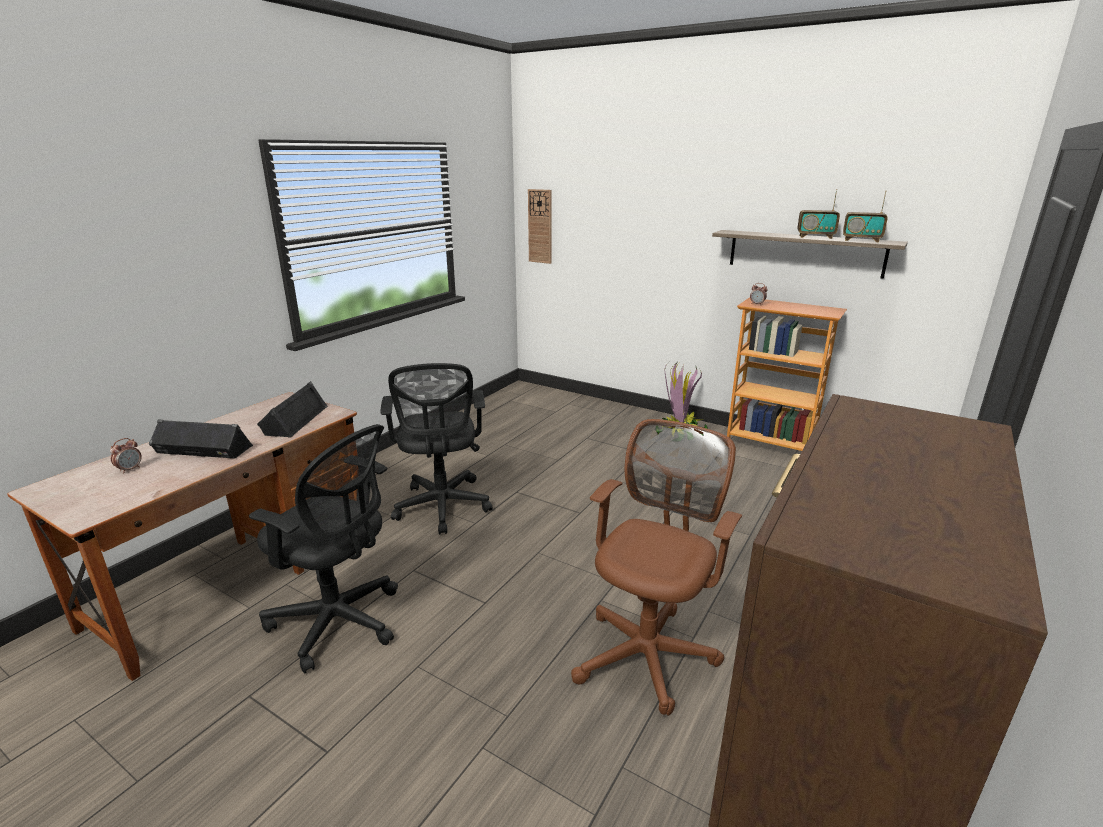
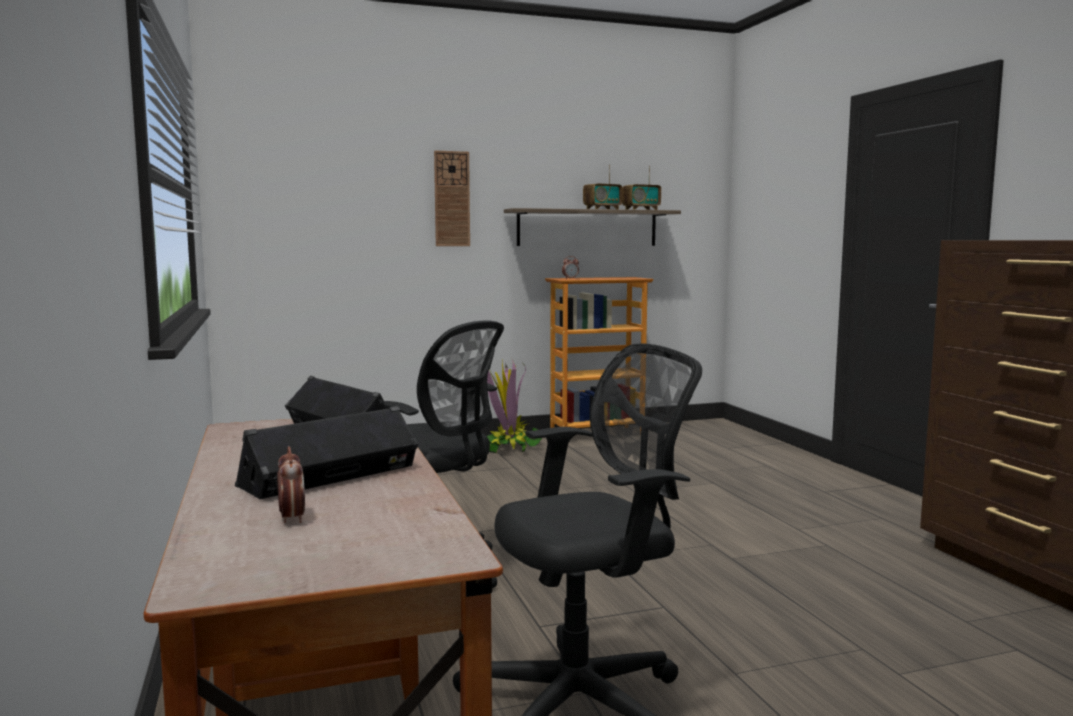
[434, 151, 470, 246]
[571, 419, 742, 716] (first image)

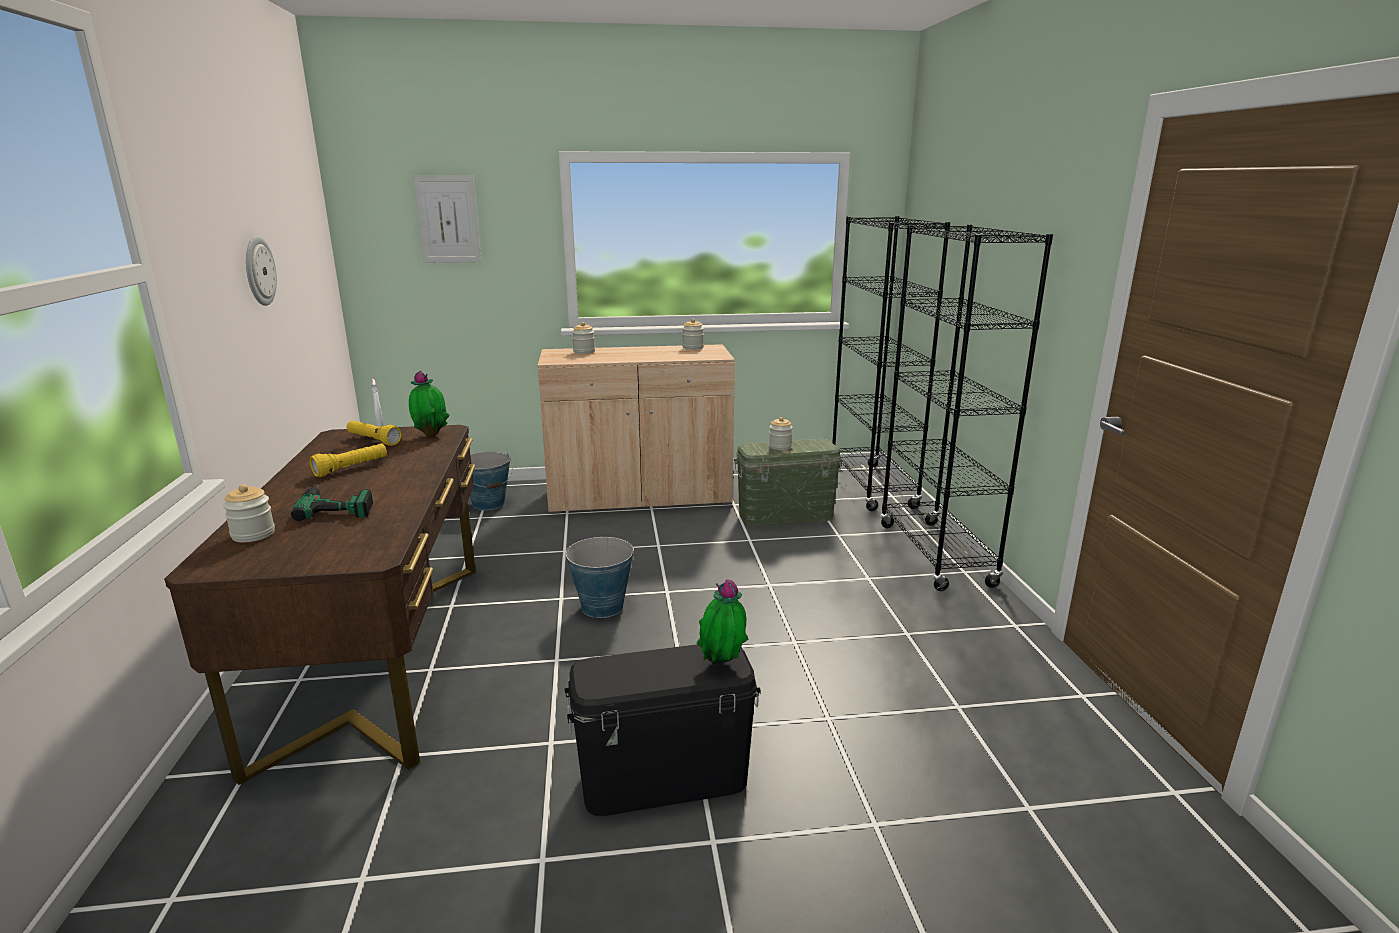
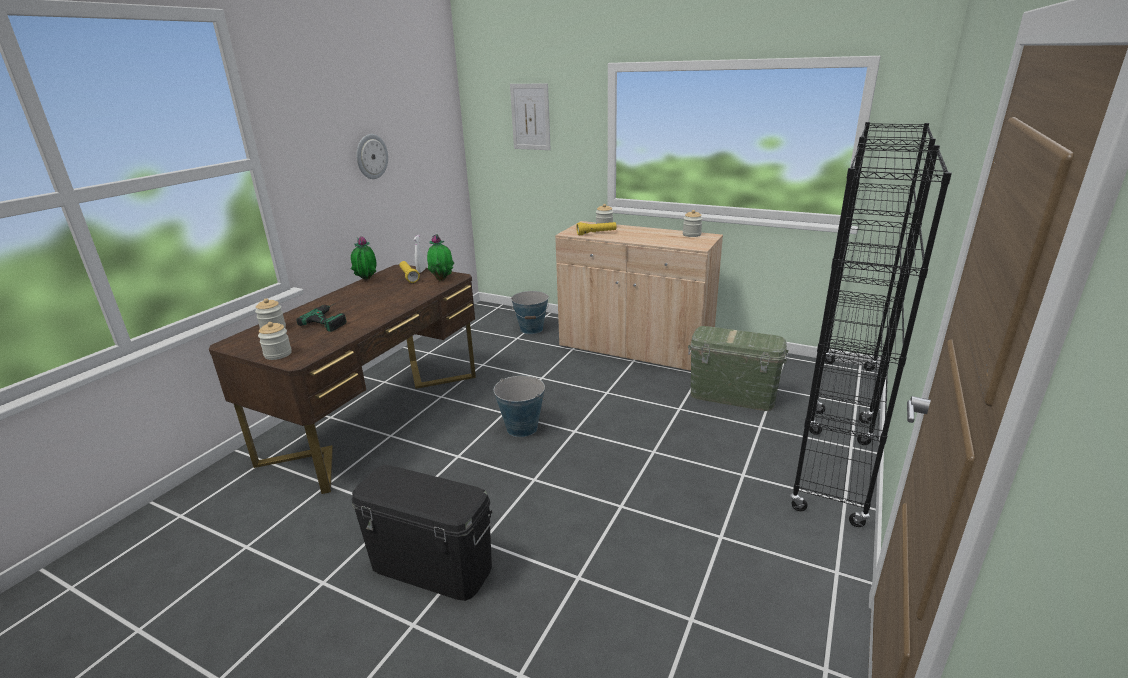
[258, 322, 292, 360]
[351, 236, 376, 280]
[576, 222, 617, 235]

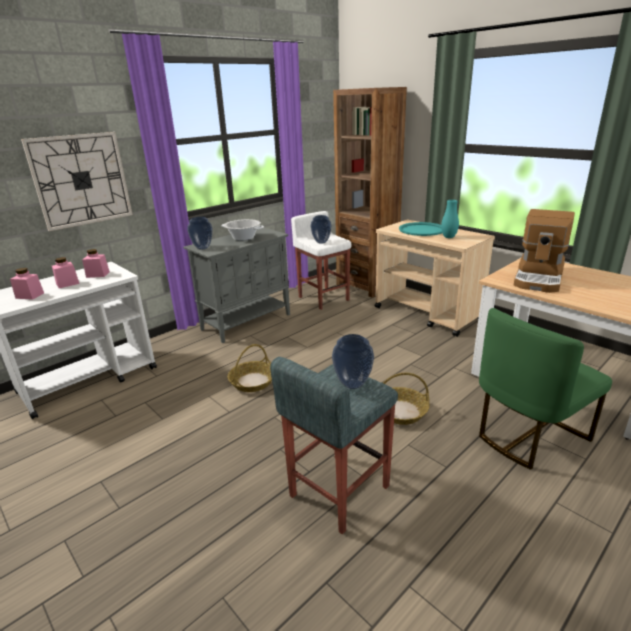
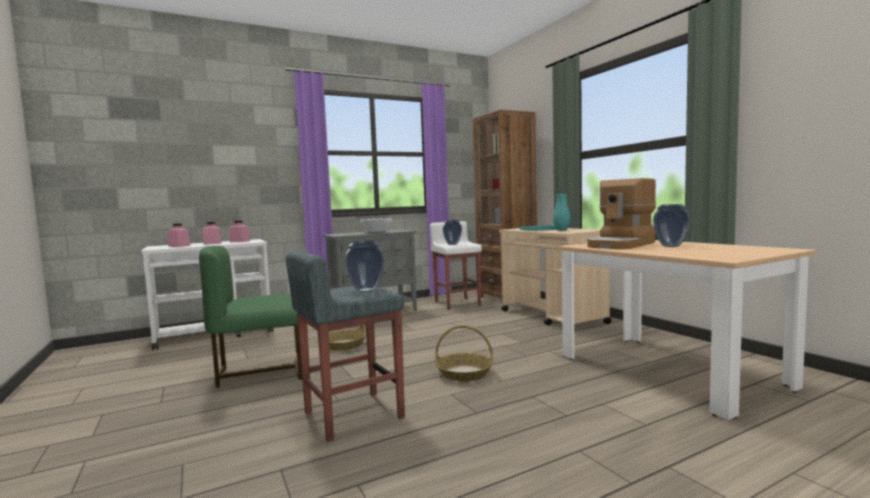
[199, 246, 302, 388]
[653, 204, 691, 247]
[21, 132, 133, 231] (first image)

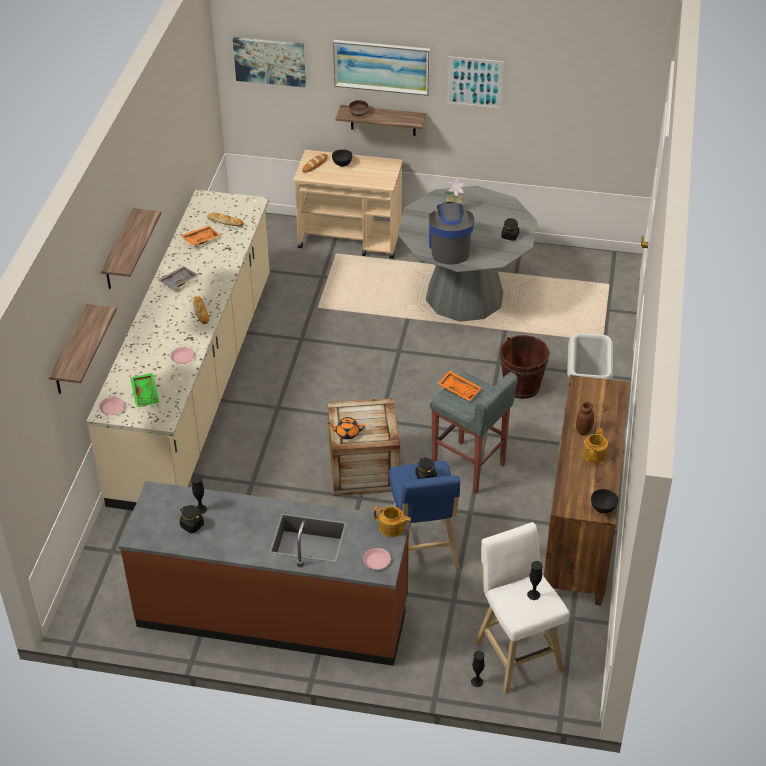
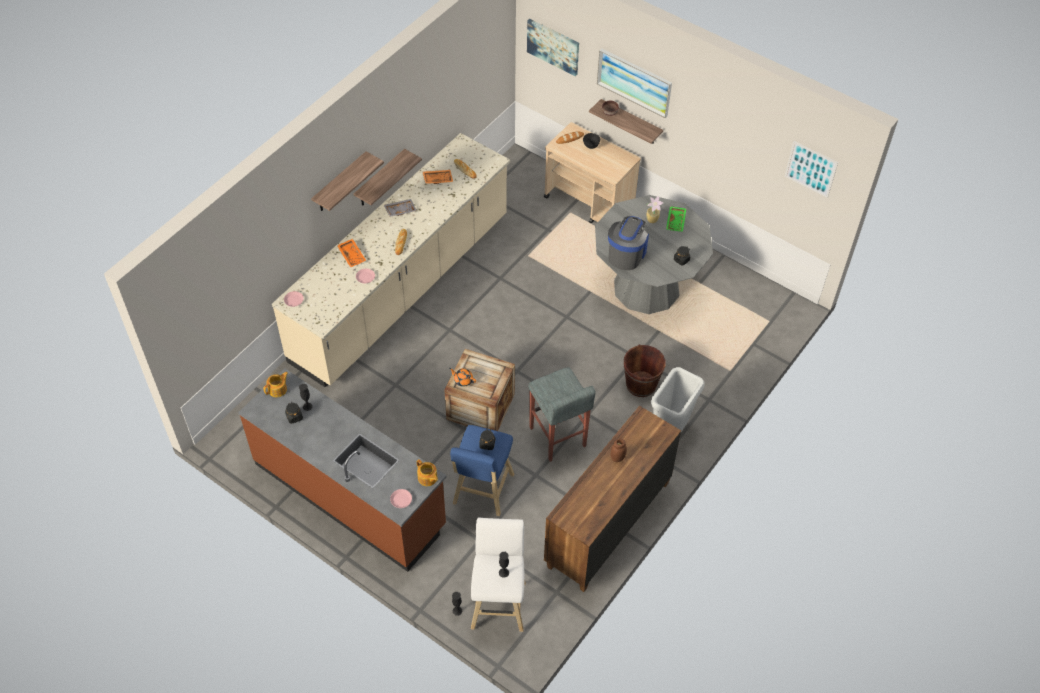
[263, 372, 288, 397]
[337, 239, 366, 267]
[354, 149, 422, 206]
[666, 206, 687, 232]
[785, 141, 838, 198]
[591, 489, 619, 514] (first image)

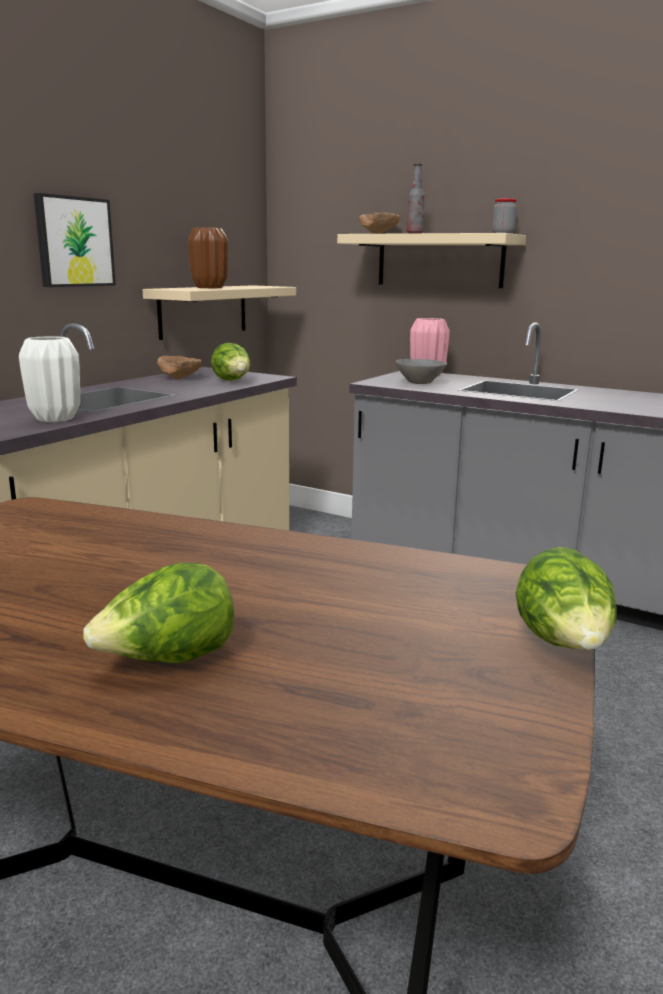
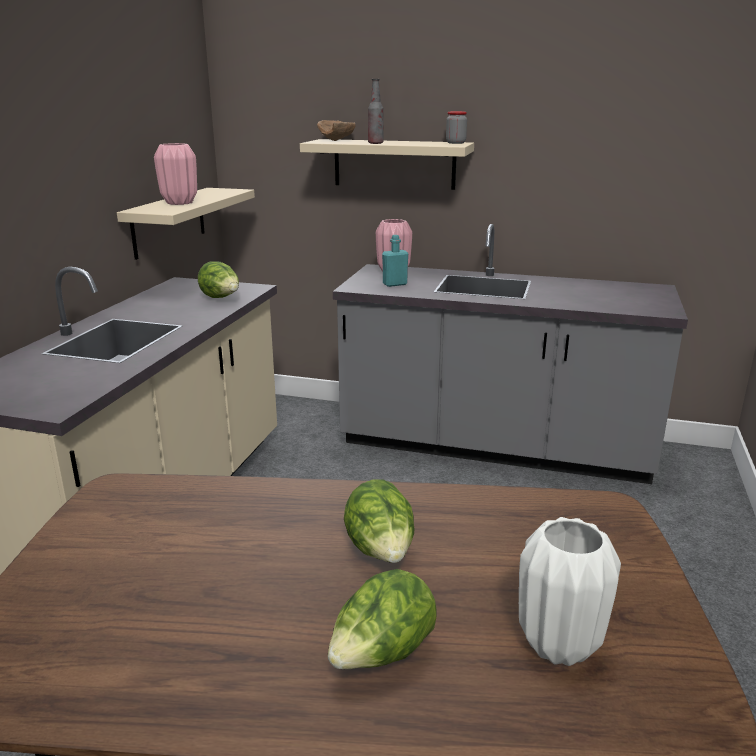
[154, 143, 197, 205]
[344, 480, 414, 563]
[382, 235, 408, 287]
[519, 517, 621, 666]
[34, 193, 116, 287] (first image)
[157, 356, 201, 380] (first image)

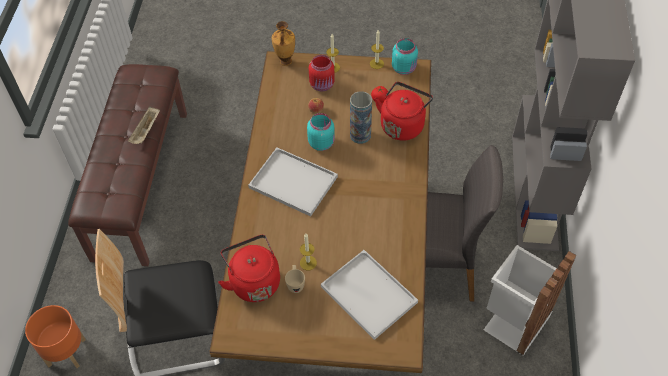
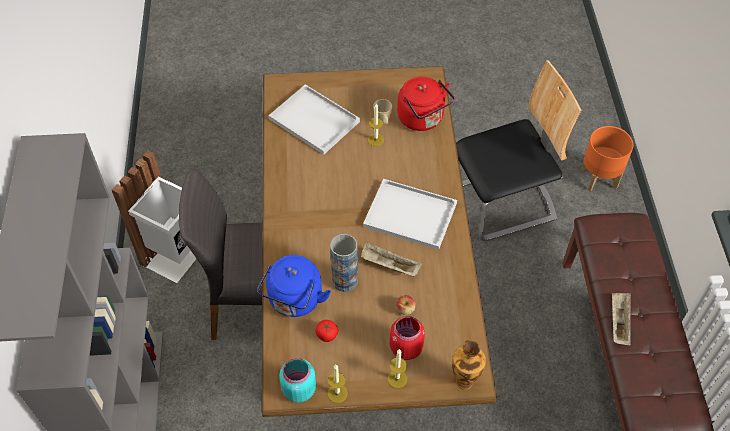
[257, 255, 331, 317]
[361, 242, 422, 276]

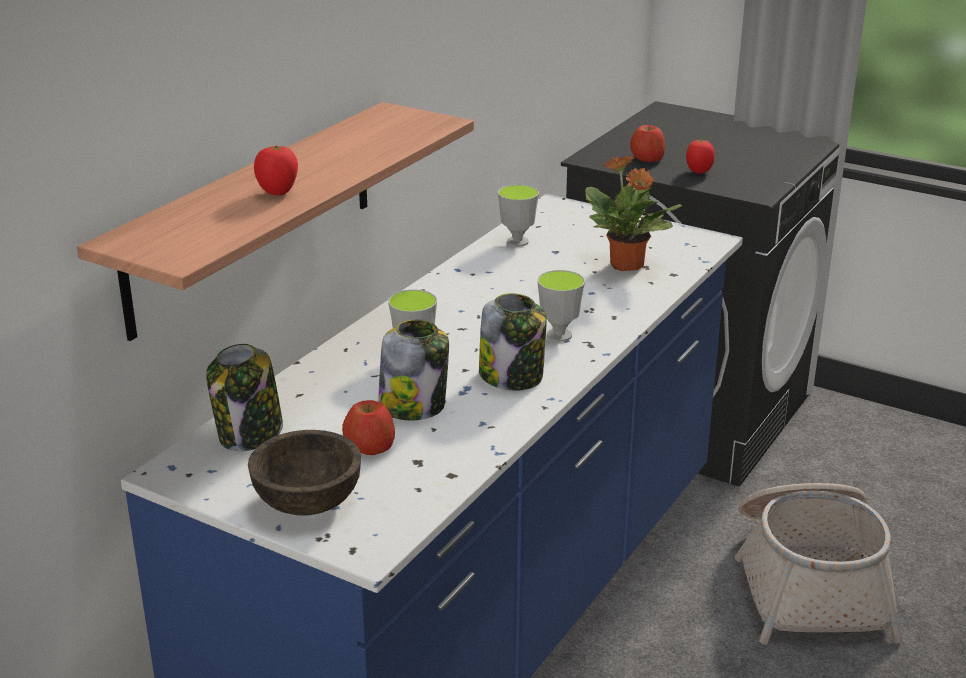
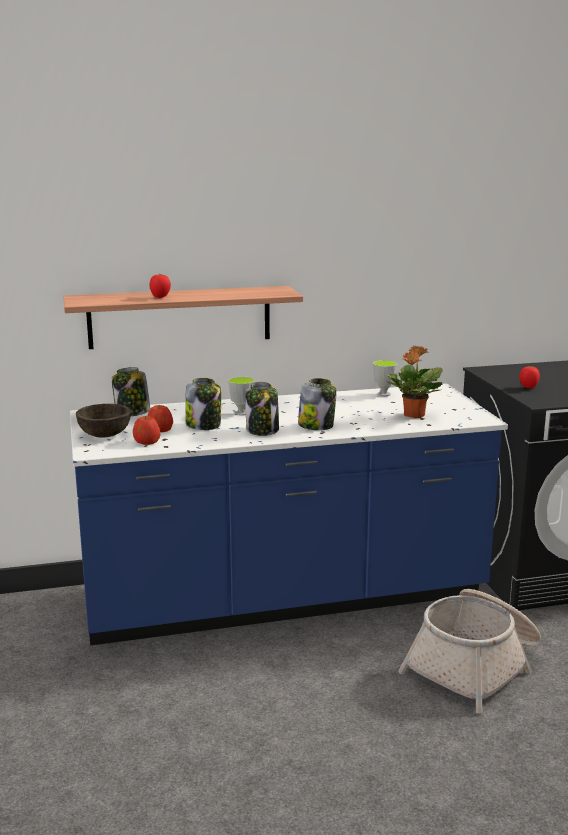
[133, 416, 160, 445]
[298, 378, 337, 430]

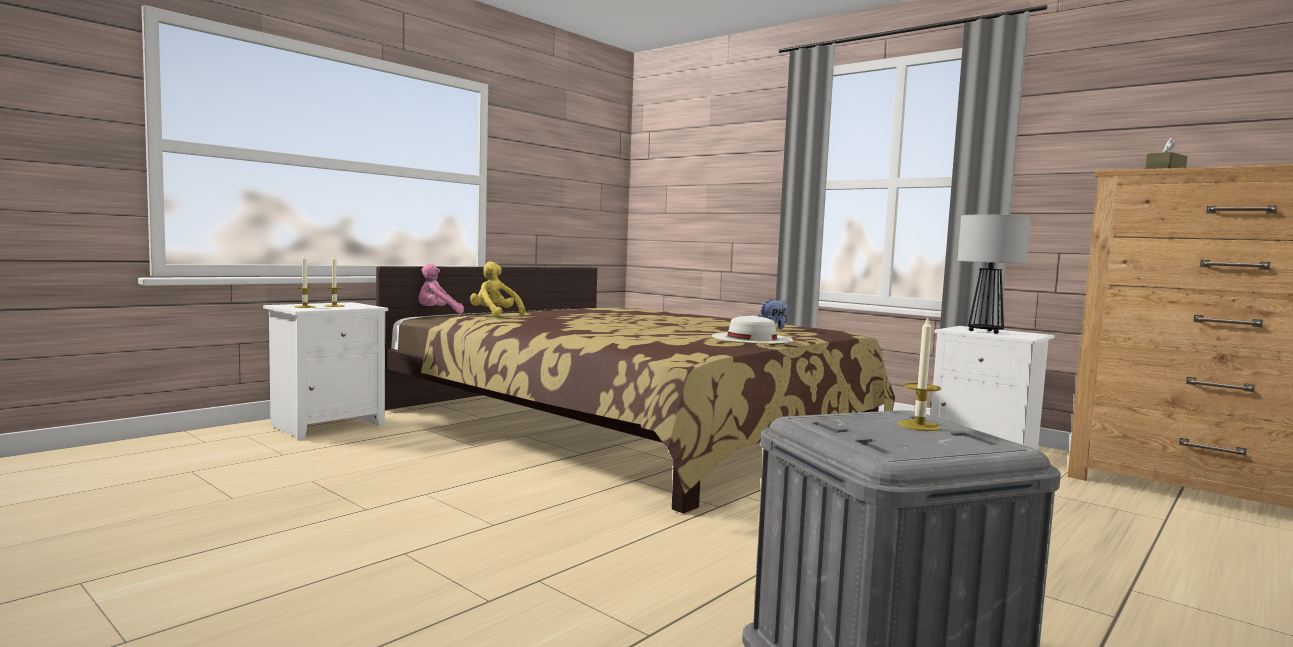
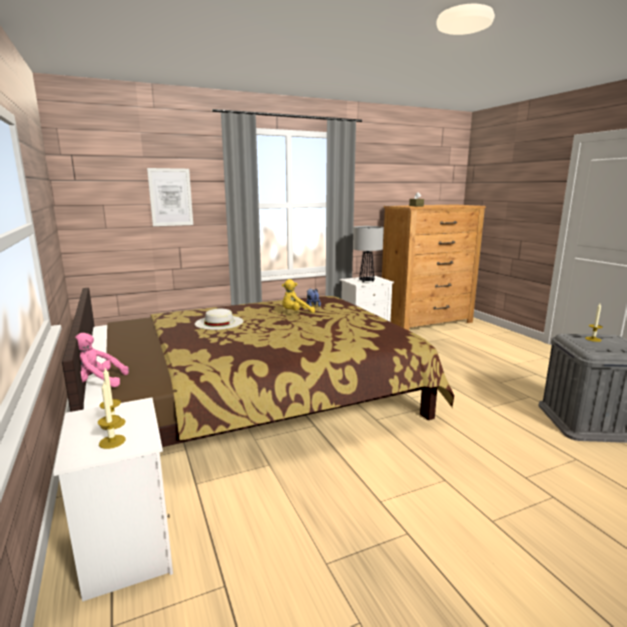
[75, 333, 129, 387]
[147, 168, 193, 226]
[195, 309, 243, 330]
[282, 279, 315, 313]

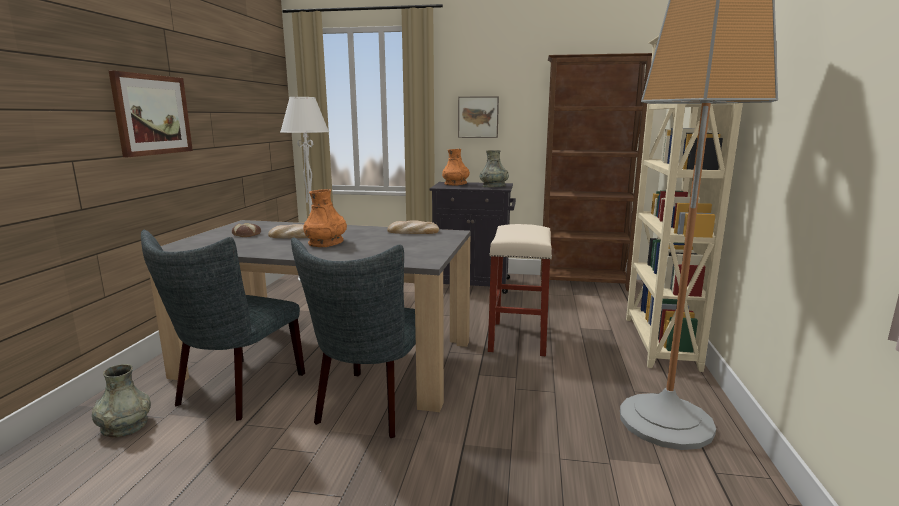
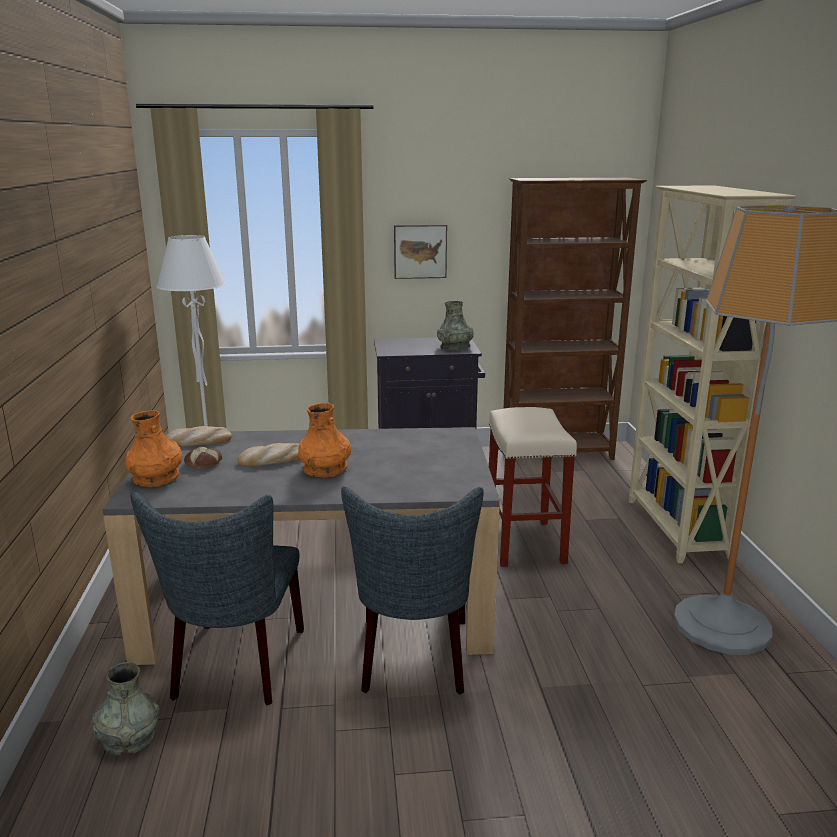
[125, 410, 183, 487]
[166, 426, 232, 446]
[109, 71, 193, 157] (first image)

